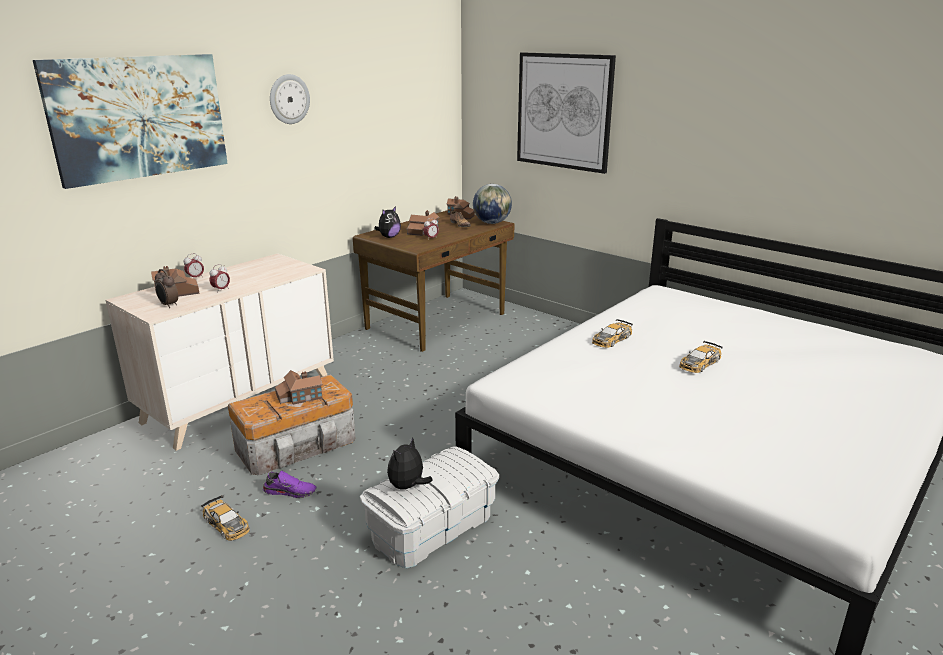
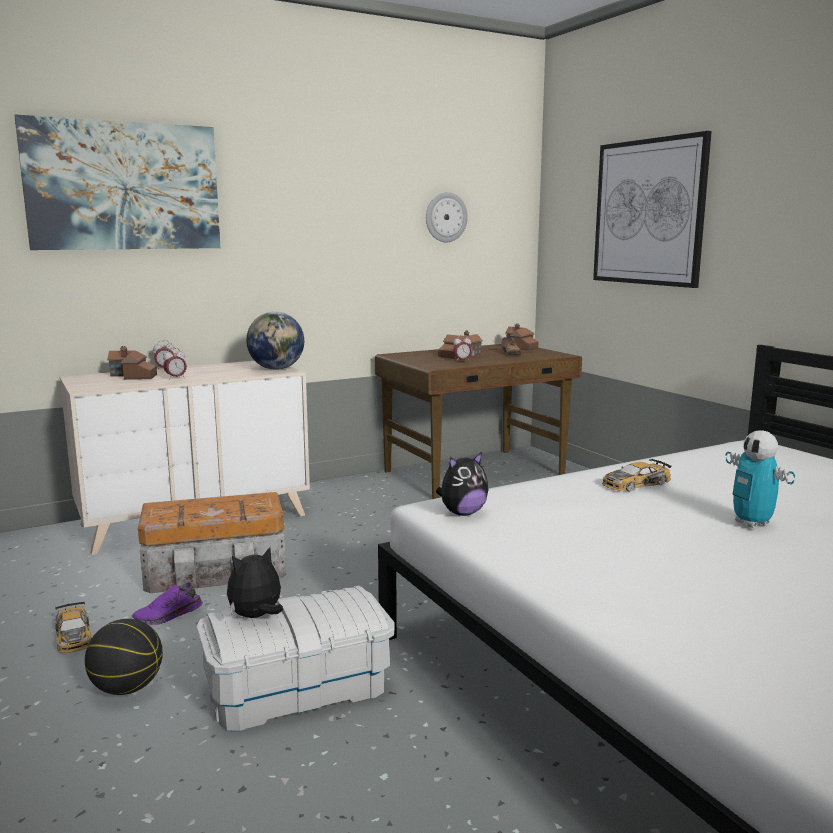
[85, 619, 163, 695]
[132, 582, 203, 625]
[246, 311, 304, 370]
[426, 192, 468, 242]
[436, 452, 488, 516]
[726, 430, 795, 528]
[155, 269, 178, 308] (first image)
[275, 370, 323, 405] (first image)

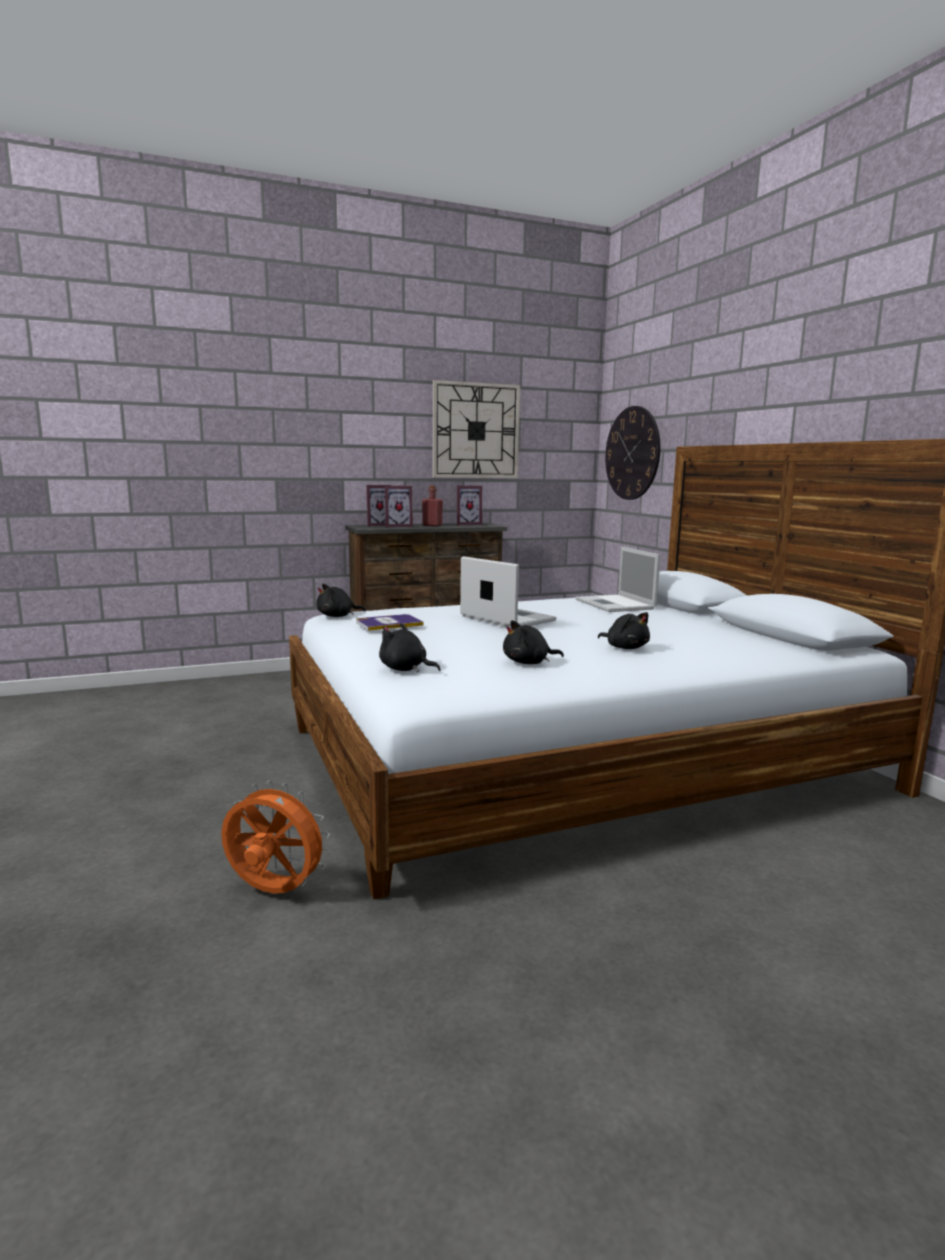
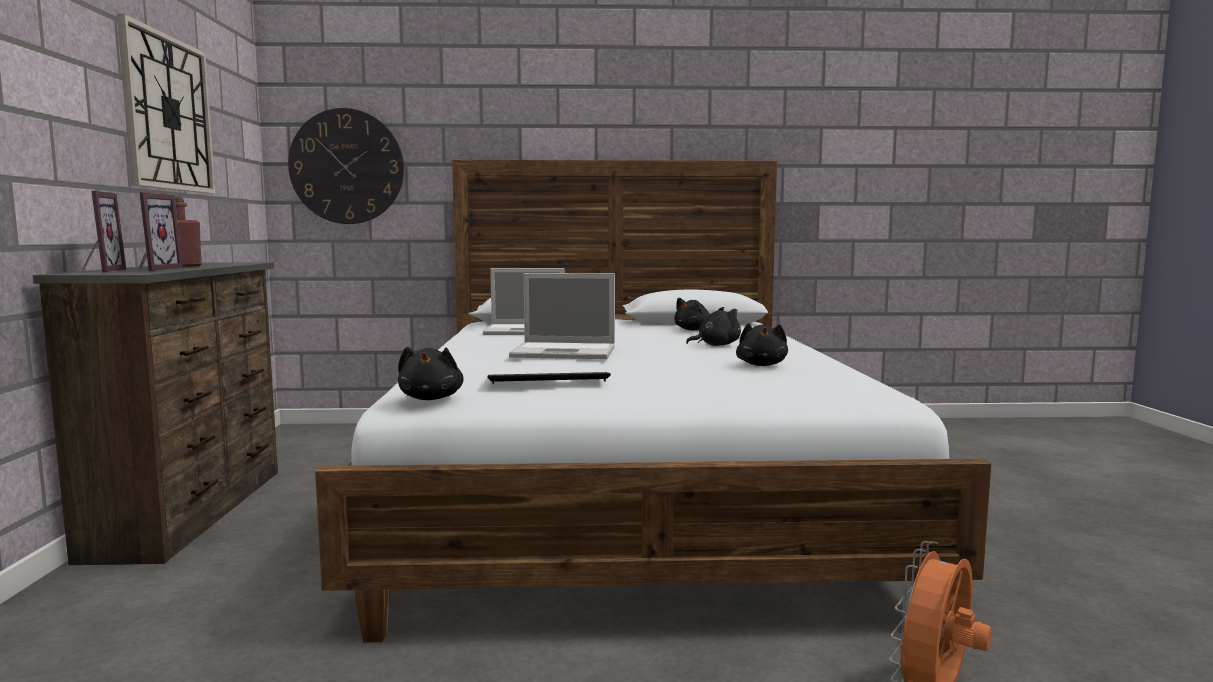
[487, 372, 611, 384]
[509, 273, 615, 359]
[674, 298, 710, 330]
[457, 485, 482, 525] (first image)

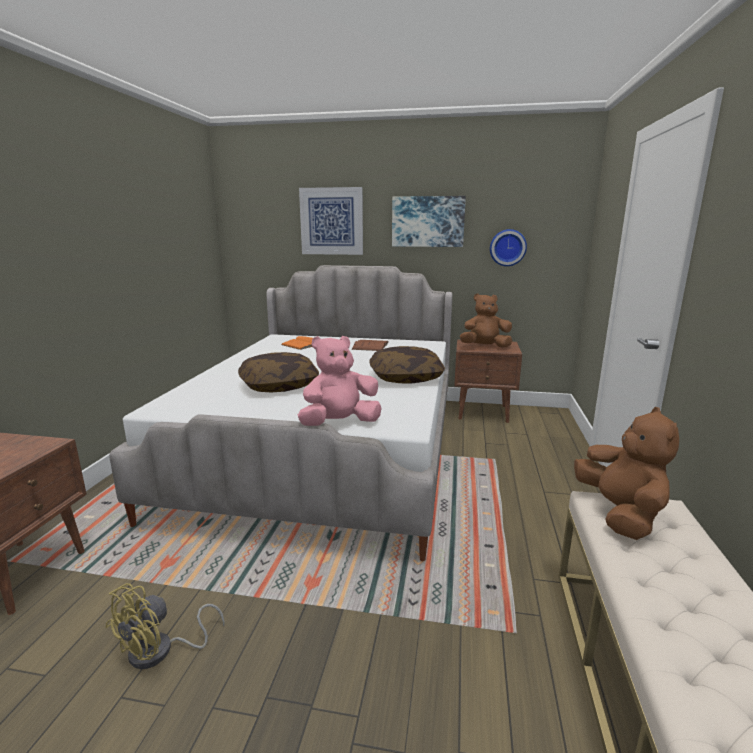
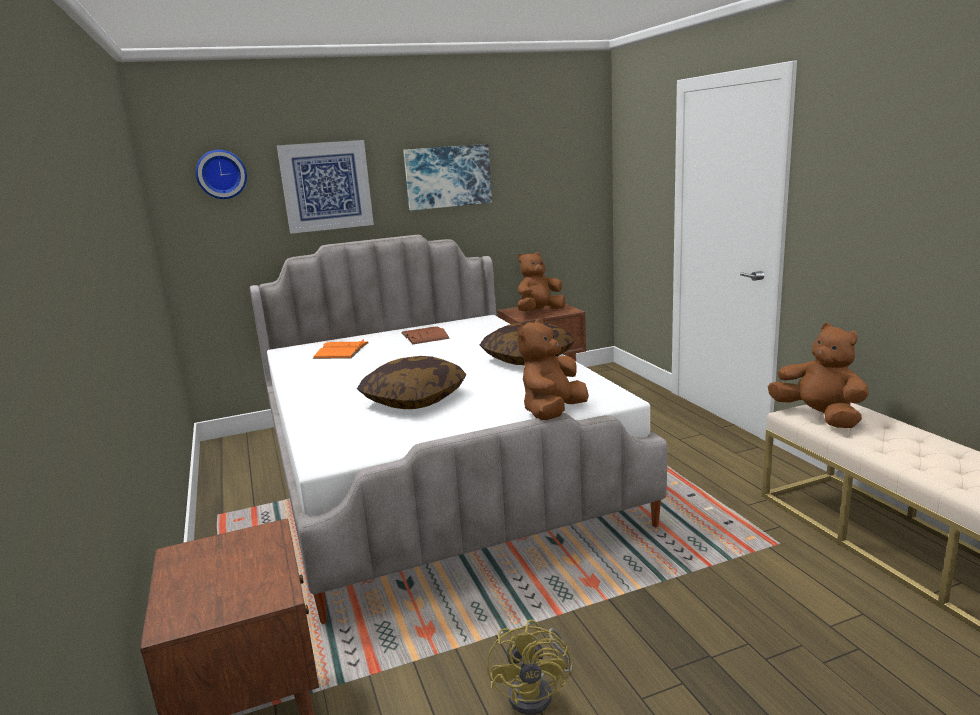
[196, 150, 247, 199]
[517, 318, 589, 420]

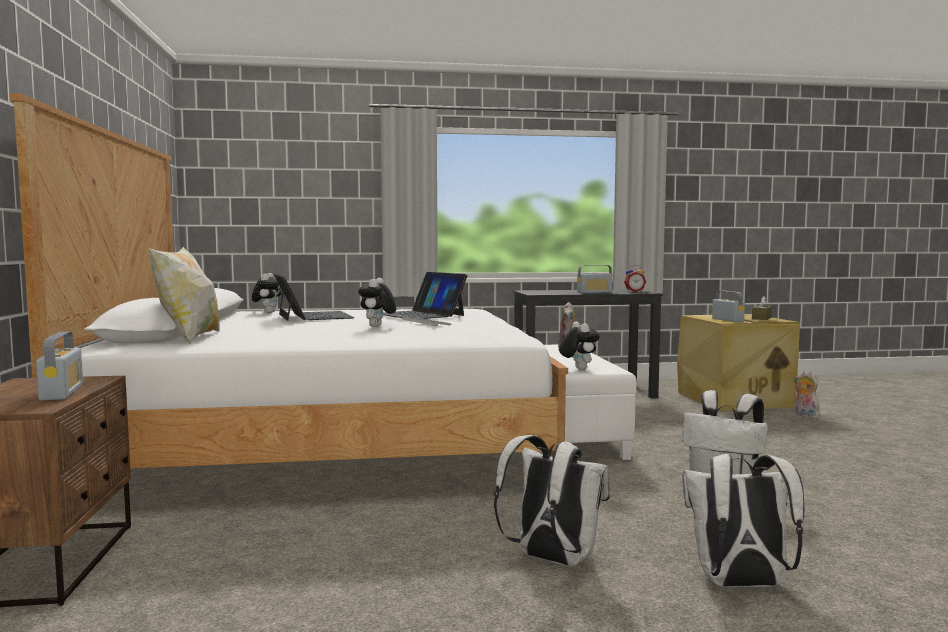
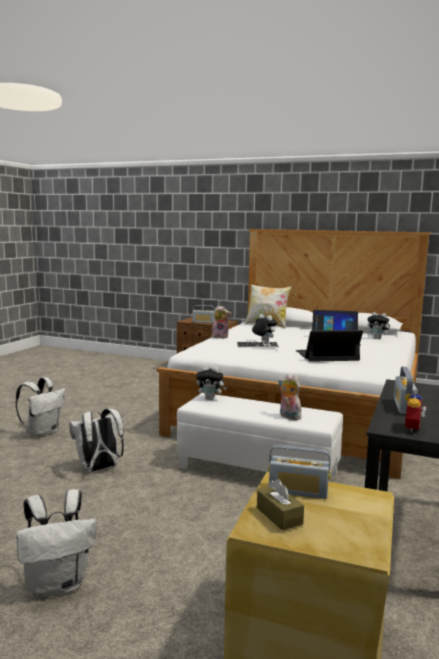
[16, 489, 97, 598]
[212, 306, 232, 339]

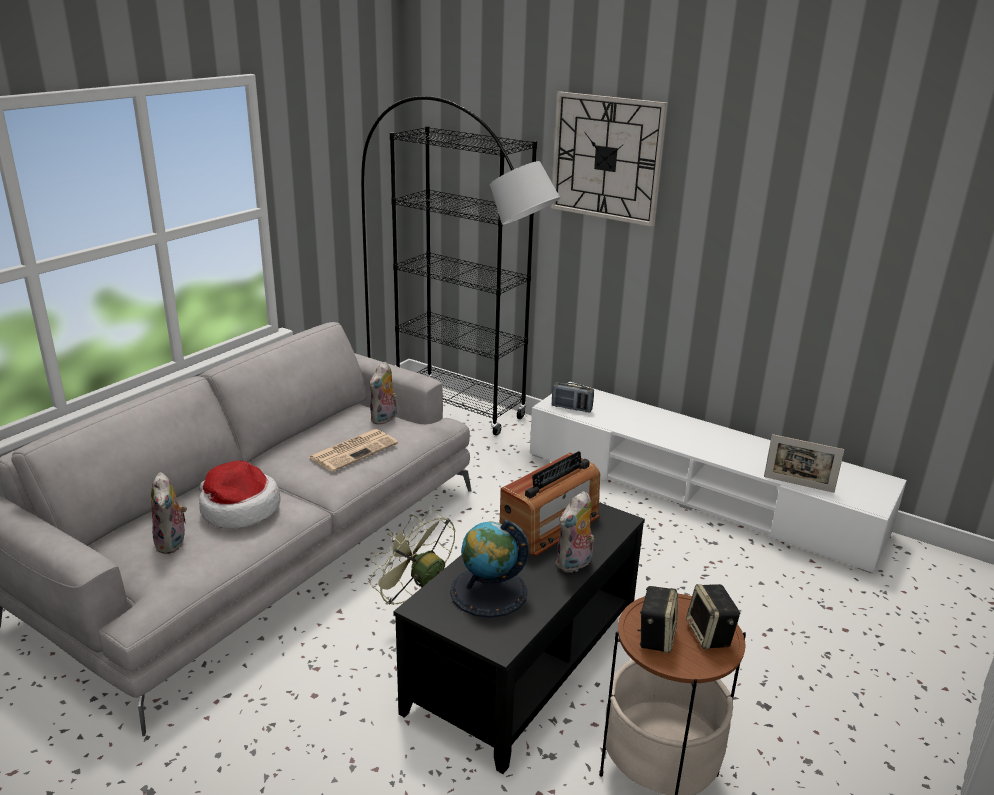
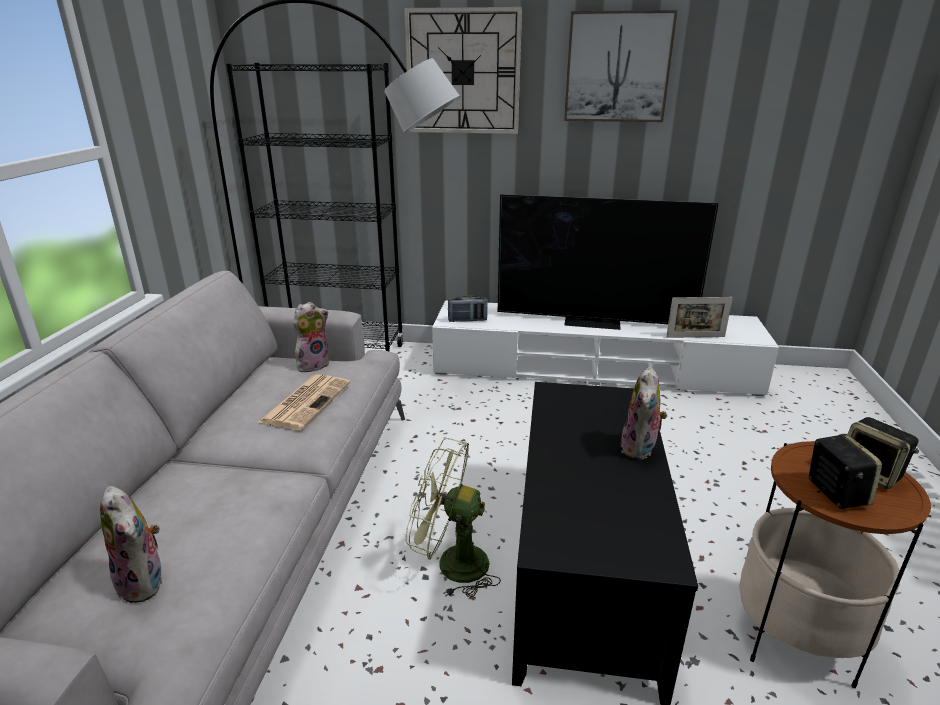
[293, 302, 329, 372]
[498, 194, 719, 330]
[564, 10, 678, 122]
[199, 461, 280, 529] (first image)
[450, 519, 529, 618] (first image)
[500, 451, 600, 556] (first image)

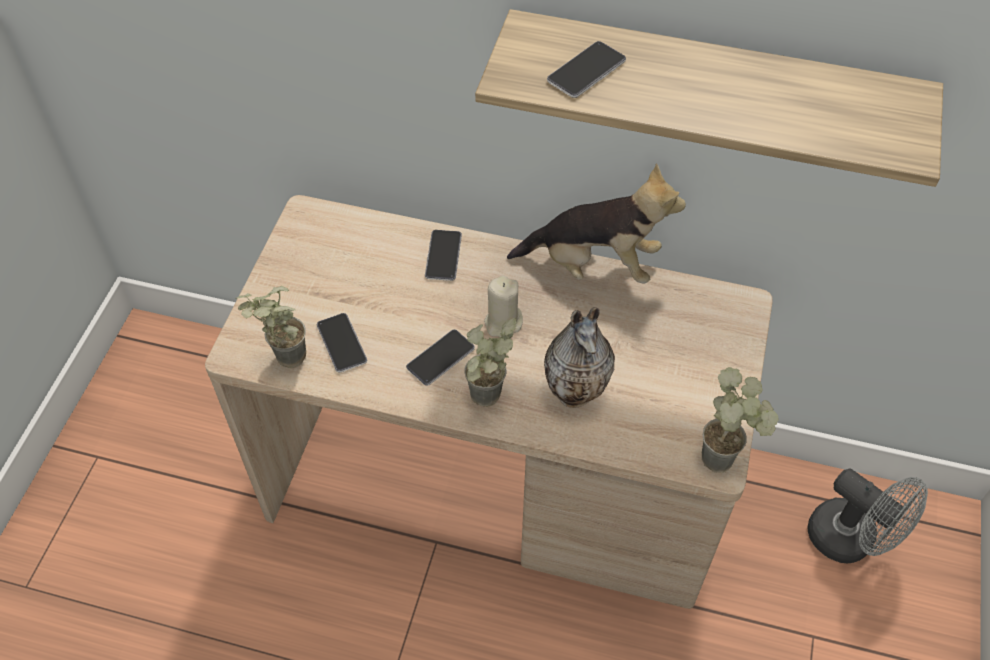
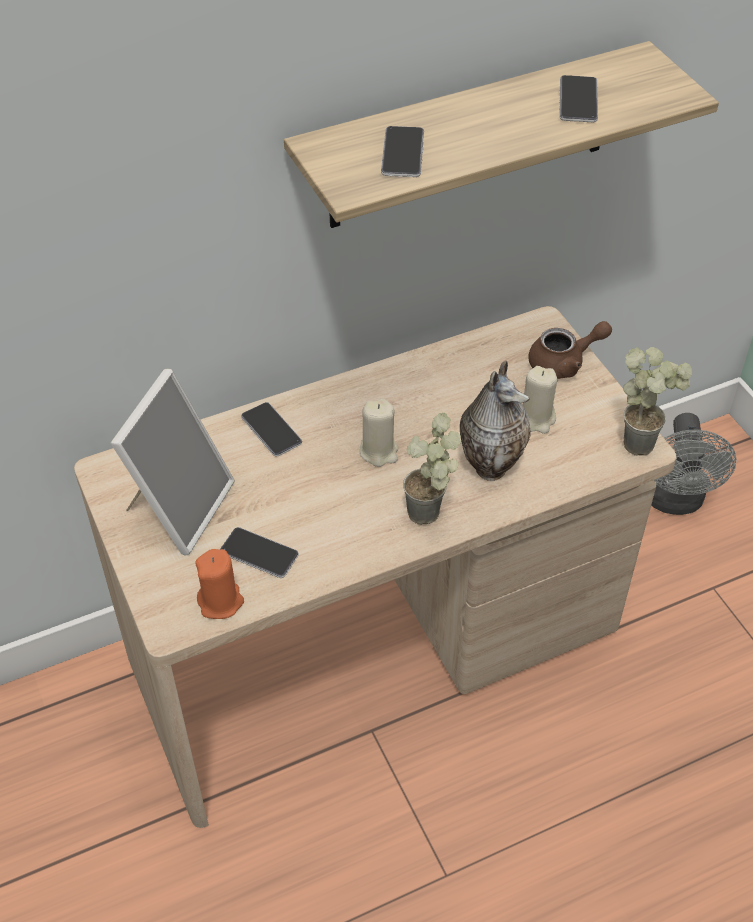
[111, 369, 235, 555]
[195, 549, 244, 619]
[523, 366, 557, 434]
[528, 321, 612, 379]
[559, 75, 598, 122]
[651, 413, 736, 515]
[507, 163, 686, 283] (first image)

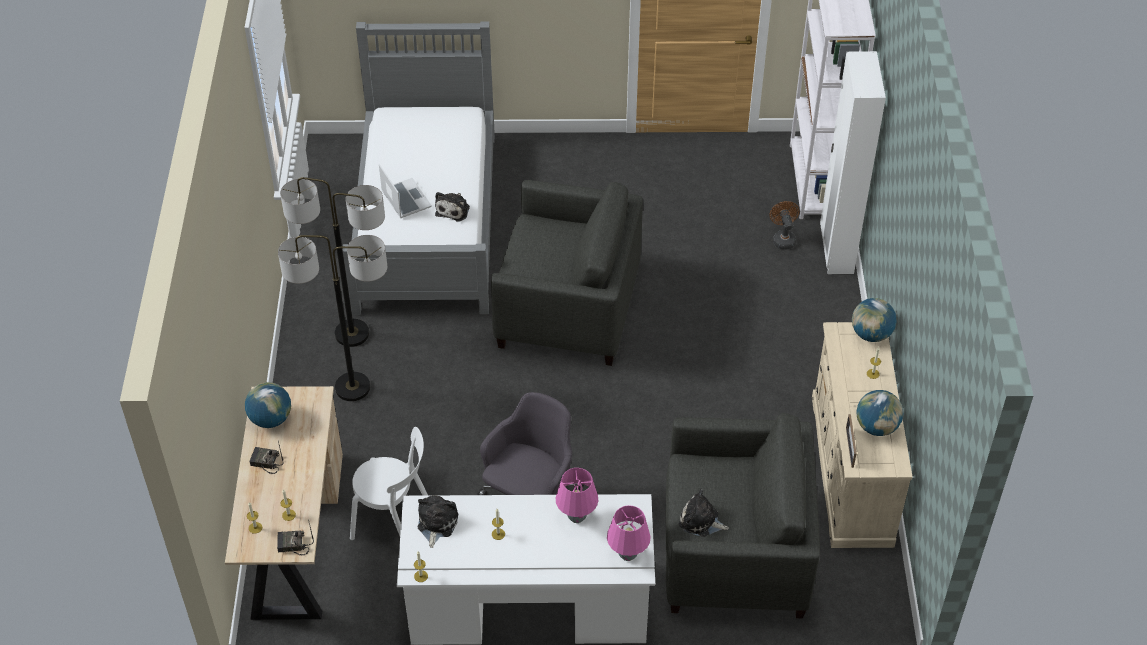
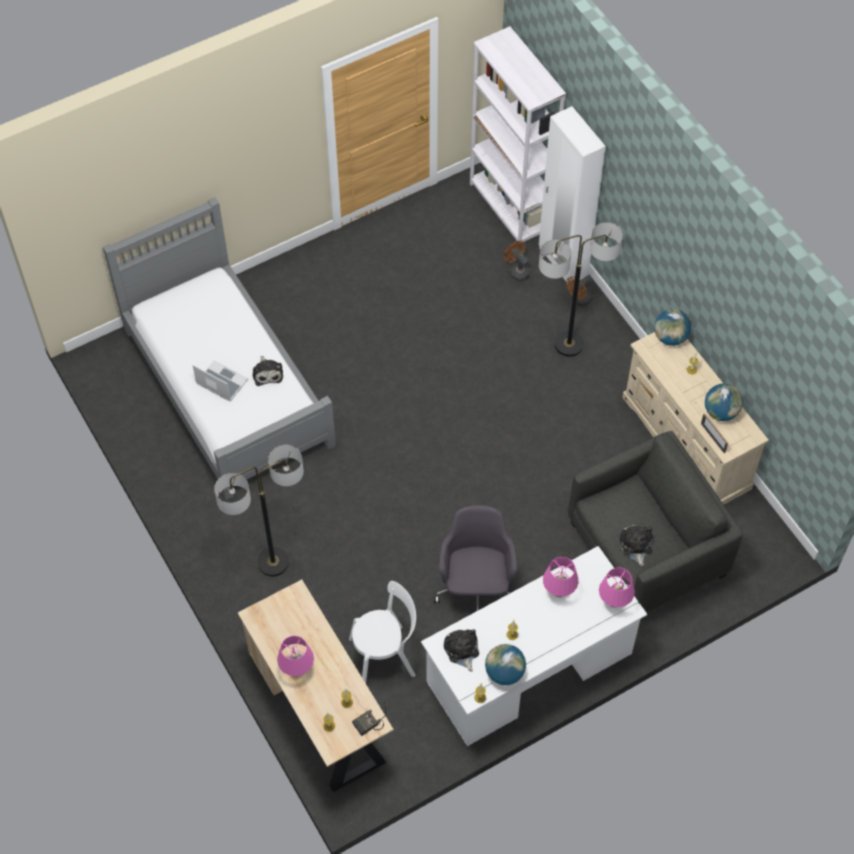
[277, 636, 314, 676]
[485, 644, 526, 685]
[539, 222, 623, 357]
[566, 276, 592, 306]
[619, 525, 652, 567]
[491, 180, 643, 366] (first image)

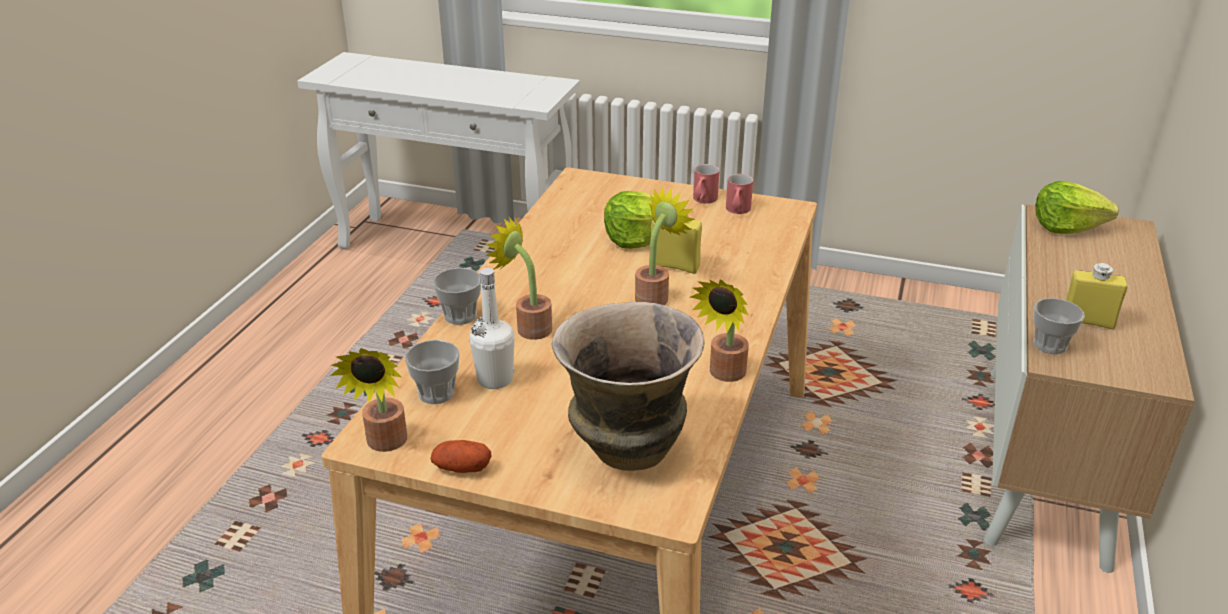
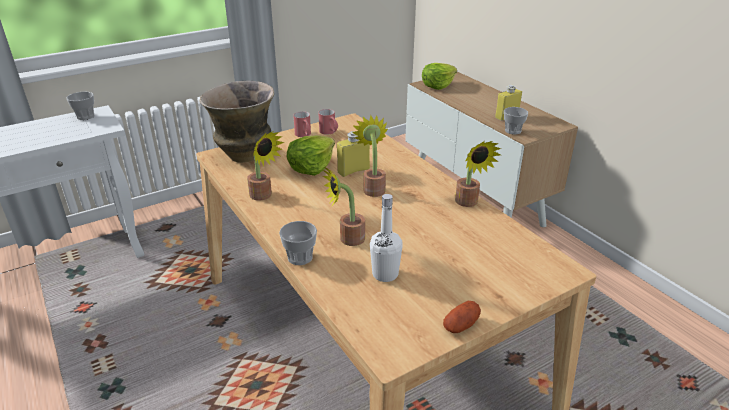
[66, 92, 95, 120]
[200, 81, 274, 163]
[247, 131, 284, 201]

